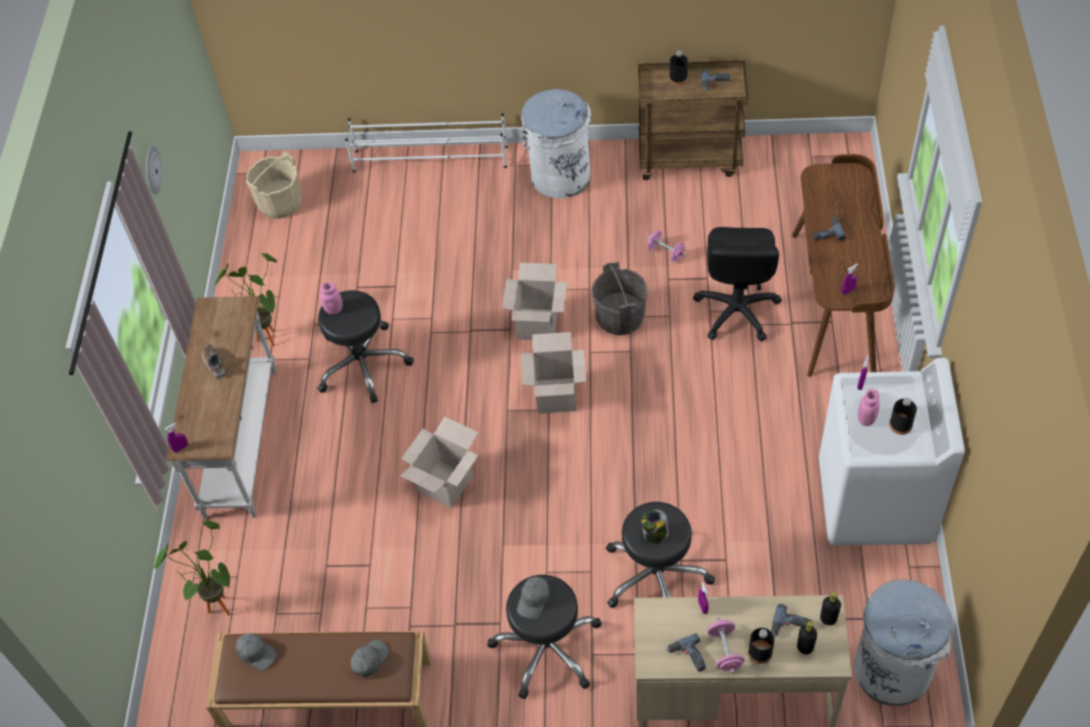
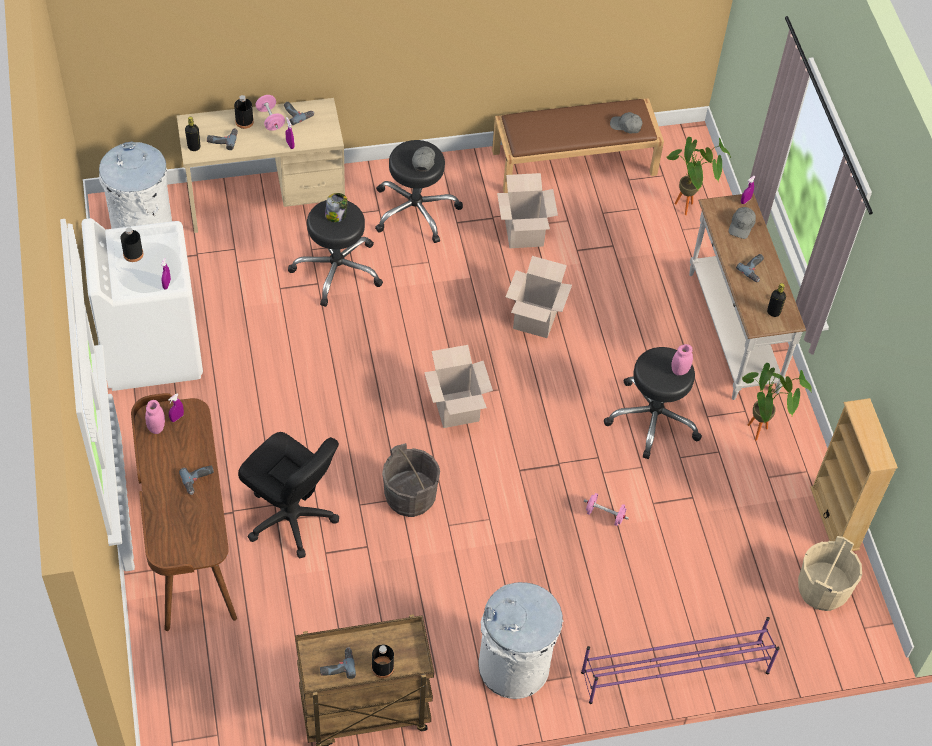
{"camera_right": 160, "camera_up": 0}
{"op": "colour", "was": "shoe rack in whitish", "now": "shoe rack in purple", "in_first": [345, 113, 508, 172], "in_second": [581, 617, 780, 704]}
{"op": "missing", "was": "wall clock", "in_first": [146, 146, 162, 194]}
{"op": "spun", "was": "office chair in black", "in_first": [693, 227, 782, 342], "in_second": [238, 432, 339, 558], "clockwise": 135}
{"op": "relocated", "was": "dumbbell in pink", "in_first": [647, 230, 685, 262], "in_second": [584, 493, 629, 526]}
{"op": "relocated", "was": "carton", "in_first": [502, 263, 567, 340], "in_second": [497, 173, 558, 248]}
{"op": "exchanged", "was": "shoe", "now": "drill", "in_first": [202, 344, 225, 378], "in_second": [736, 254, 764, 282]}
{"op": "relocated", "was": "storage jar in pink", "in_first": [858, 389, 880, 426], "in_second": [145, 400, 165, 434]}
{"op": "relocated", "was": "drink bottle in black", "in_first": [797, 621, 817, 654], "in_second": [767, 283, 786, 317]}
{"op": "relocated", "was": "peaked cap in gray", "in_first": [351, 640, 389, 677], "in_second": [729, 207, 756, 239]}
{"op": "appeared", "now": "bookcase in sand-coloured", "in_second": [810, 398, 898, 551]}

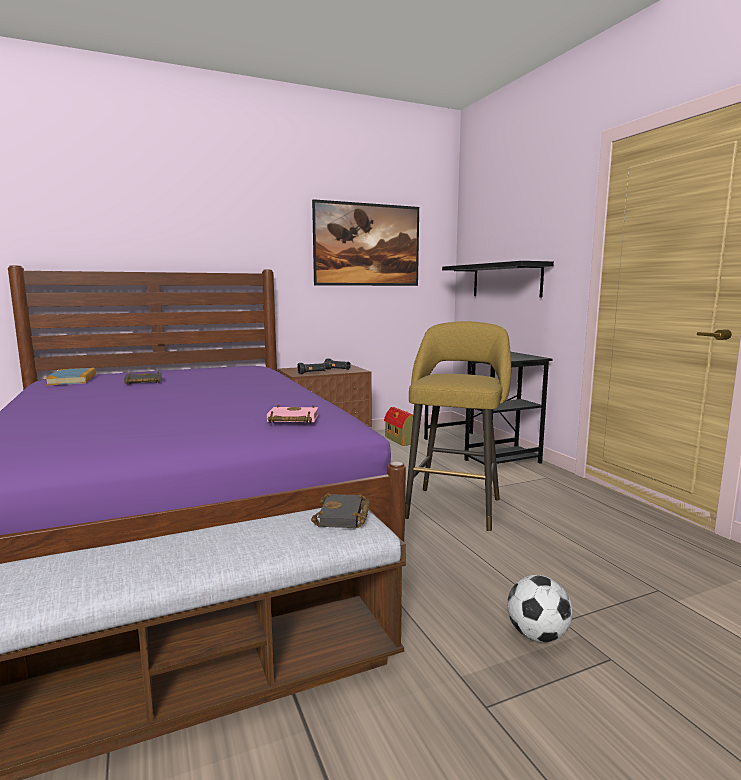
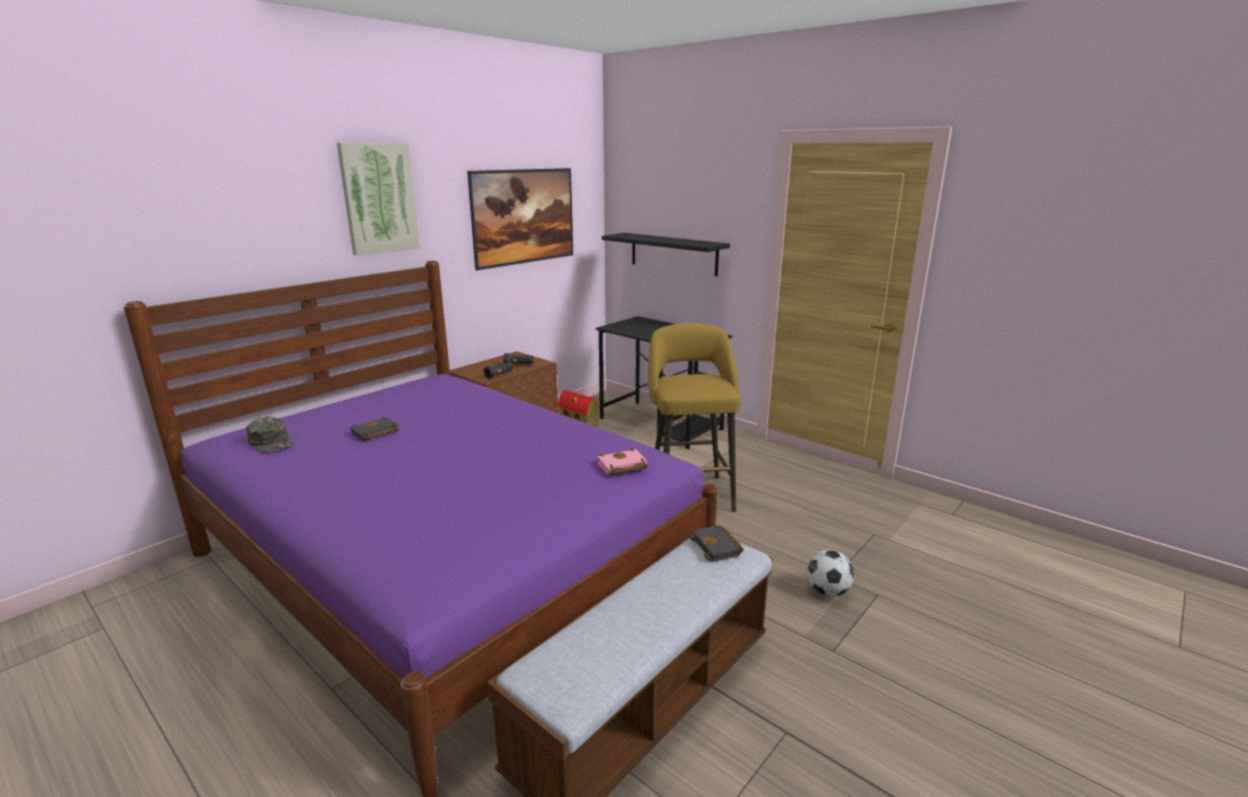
{"camera_right": -25, "camera_up": 10}
{"op": "exchanged", "was": "bound book", "now": "peaked cap in greenish", "in_first": [46, 368, 96, 385], "in_second": [246, 417, 294, 453]}
{"op": "appeared", "now": "picture", "in_second": [337, 143, 420, 256]}

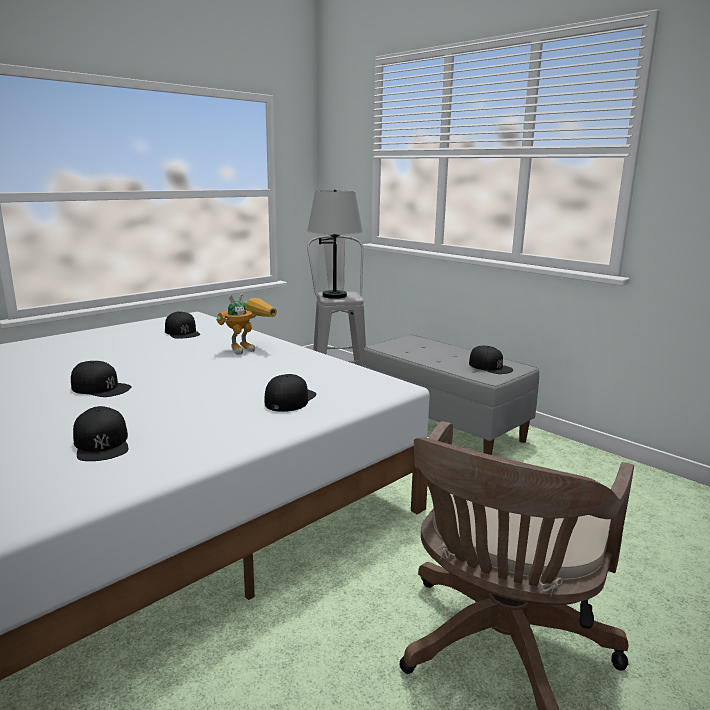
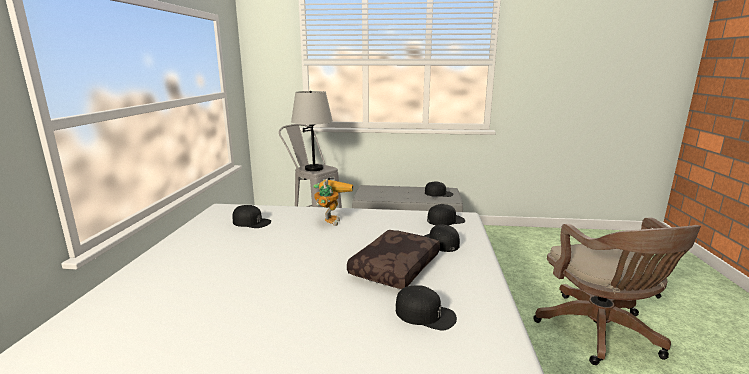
{"camera_right": -40, "camera_up": 0}
{"op": "relocated", "was": "peaked cap in black", "in_first": [71, 361, 131, 397], "in_second": [427, 204, 465, 225]}
{"op": "appeared", "now": "cushion in brown", "in_second": [347, 230, 440, 289]}

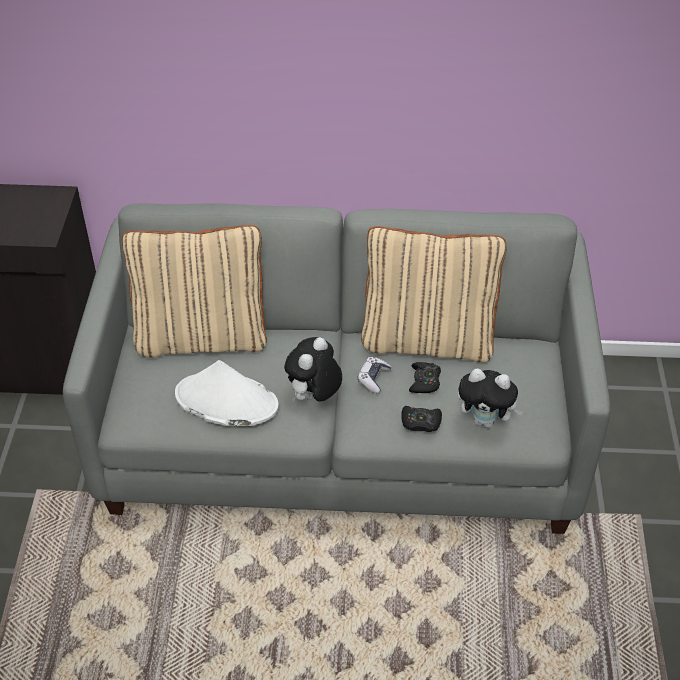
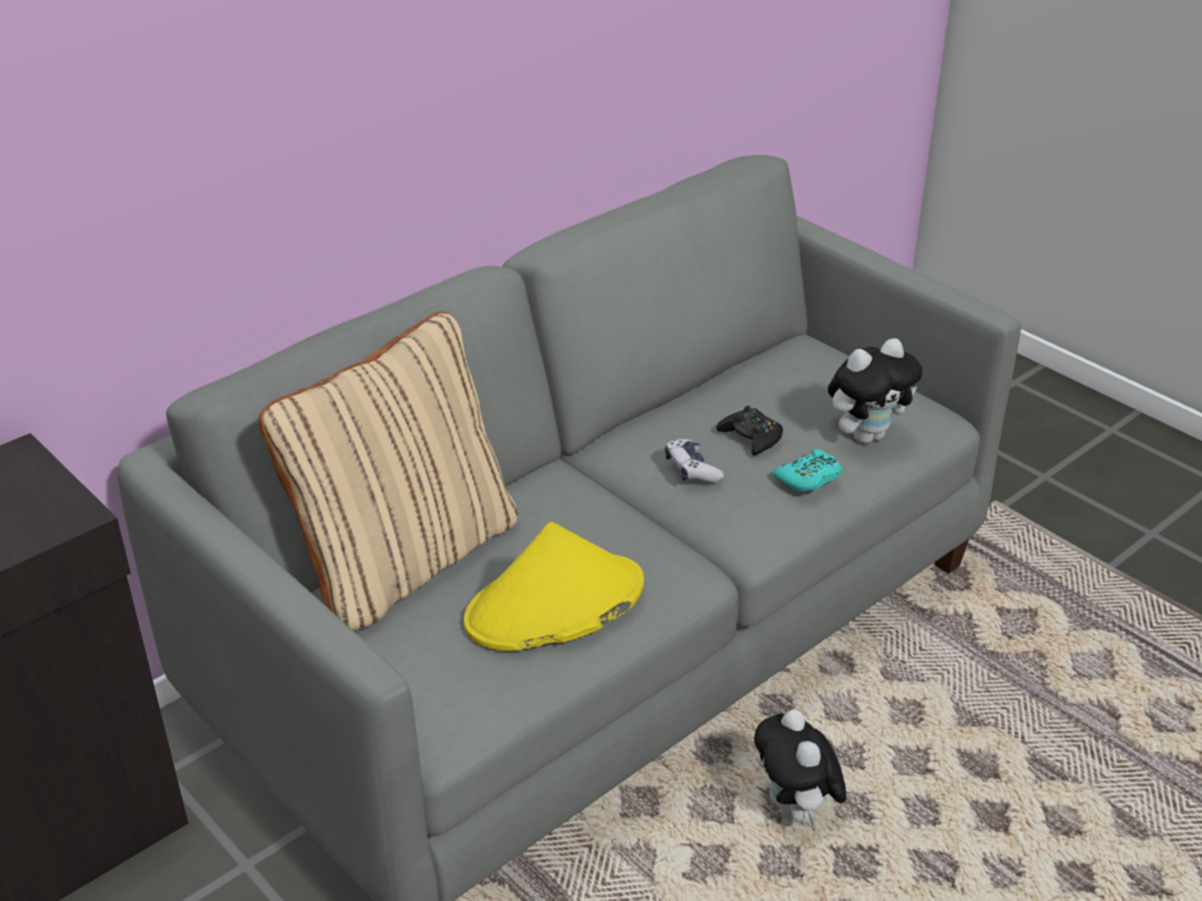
{"camera_right": -45, "camera_up": -10}
{"op": "missing", "was": "cushion in sand-coloured", "in_first": [361, 226, 507, 363]}
{"op": "relocated", "was": "soft toy", "in_first": [284, 337, 342, 402], "in_second": [754, 709, 847, 828]}
{"op": "colour", "was": "clothing hat in whitish", "now": "clothing hat in yellow", "in_first": [175, 360, 279, 426], "in_second": [464, 522, 644, 651]}
{"op": "colour", "was": "gamepad in black", "now": "gamepad in blue-green", "in_first": [401, 406, 442, 432], "in_second": [773, 449, 843, 492]}

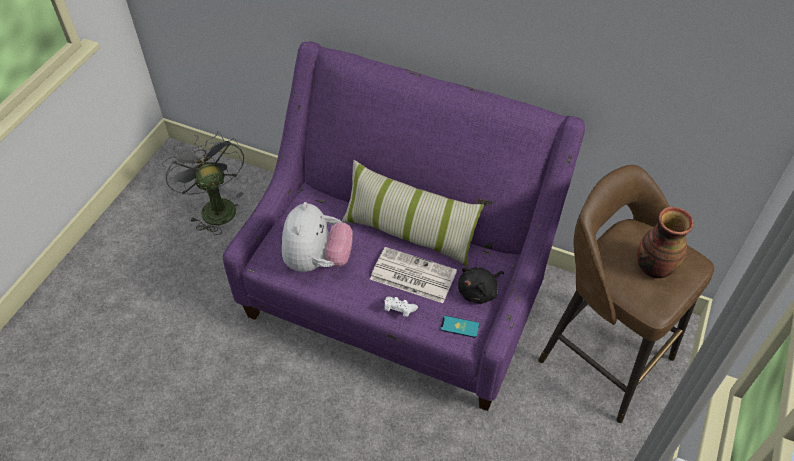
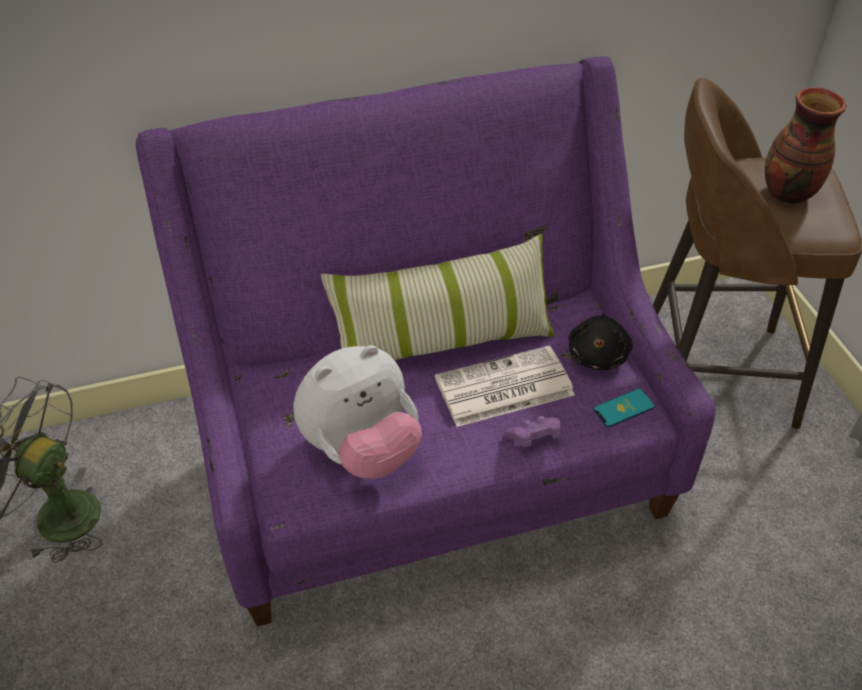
{"camera_right": -40, "camera_up": -5}
{"op": "spun", "was": "soft toy", "in_first": [282, 202, 353, 272], "in_second": [293, 345, 422, 479], "clockwise": 90}
{"op": "colour", "was": "gamepad in whitish", "now": "gamepad in purple", "in_first": [384, 297, 418, 317], "in_second": [504, 416, 561, 447]}

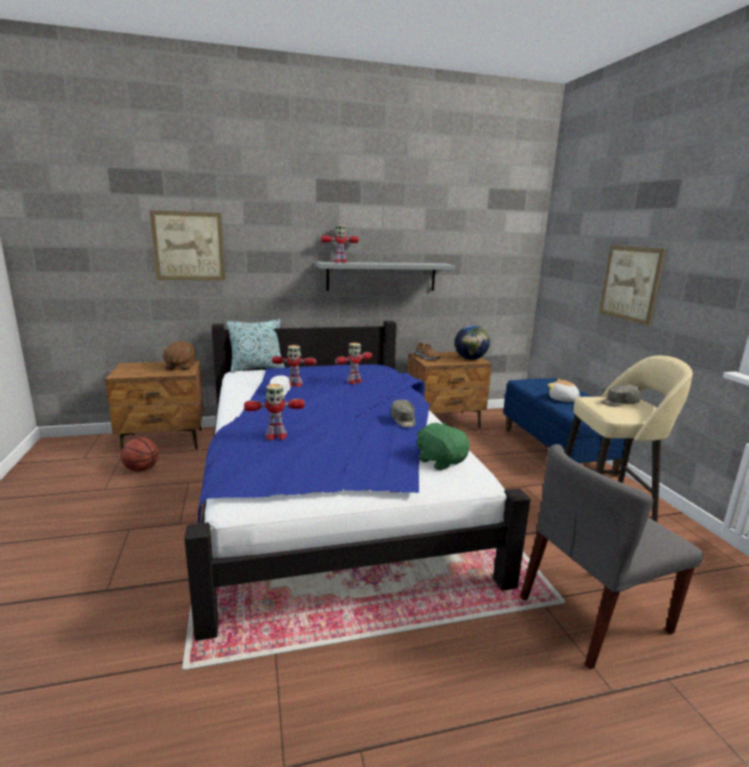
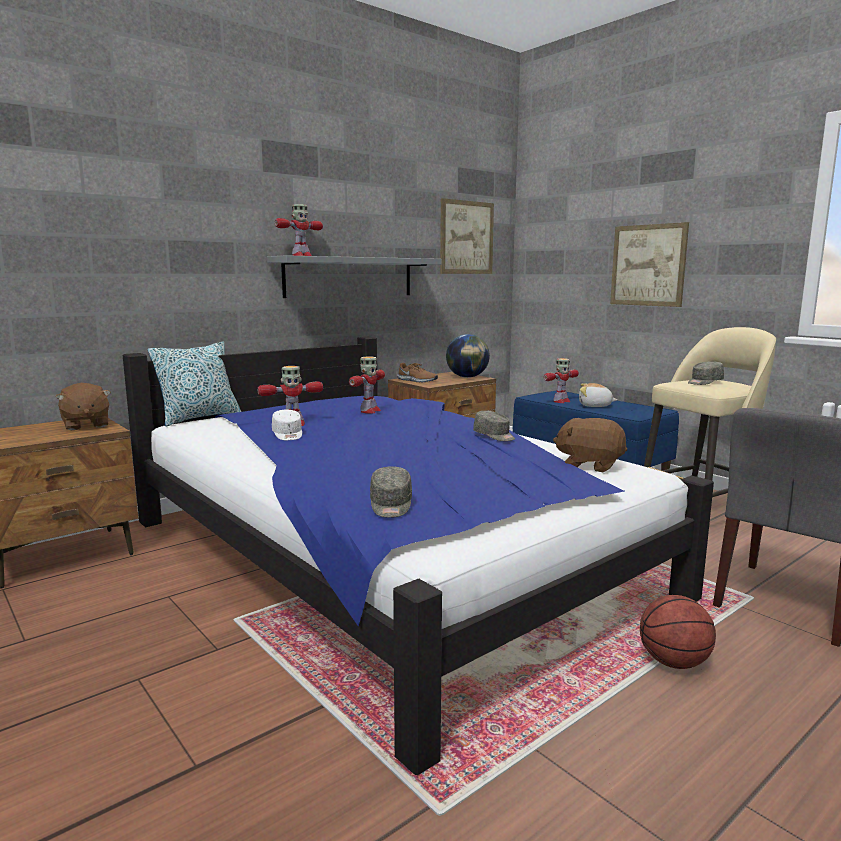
{"camera_right": -25, "camera_up": -5}
{"op": "relocated", "was": "picture", "in_first": [150, 210, 225, 280], "in_second": [440, 198, 494, 274]}
{"op": "relocated", "was": "robot figure", "in_first": [244, 384, 305, 440], "in_second": [543, 358, 579, 403]}
{"op": "colour", "was": "soft toy in greenish", "now": "soft toy in brown", "in_first": [416, 423, 470, 470], "in_second": [553, 418, 627, 472]}
{"op": "relocated", "was": "basketball", "in_first": [121, 437, 159, 472], "in_second": [640, 595, 716, 669]}
{"op": "appeared", "now": "peaked cap in gray", "in_second": [370, 466, 412, 518]}

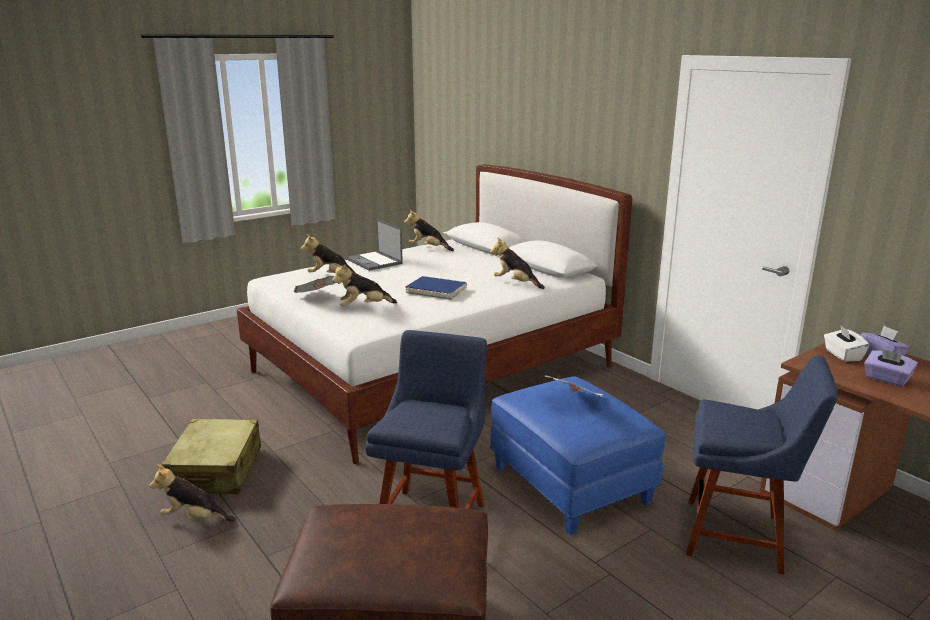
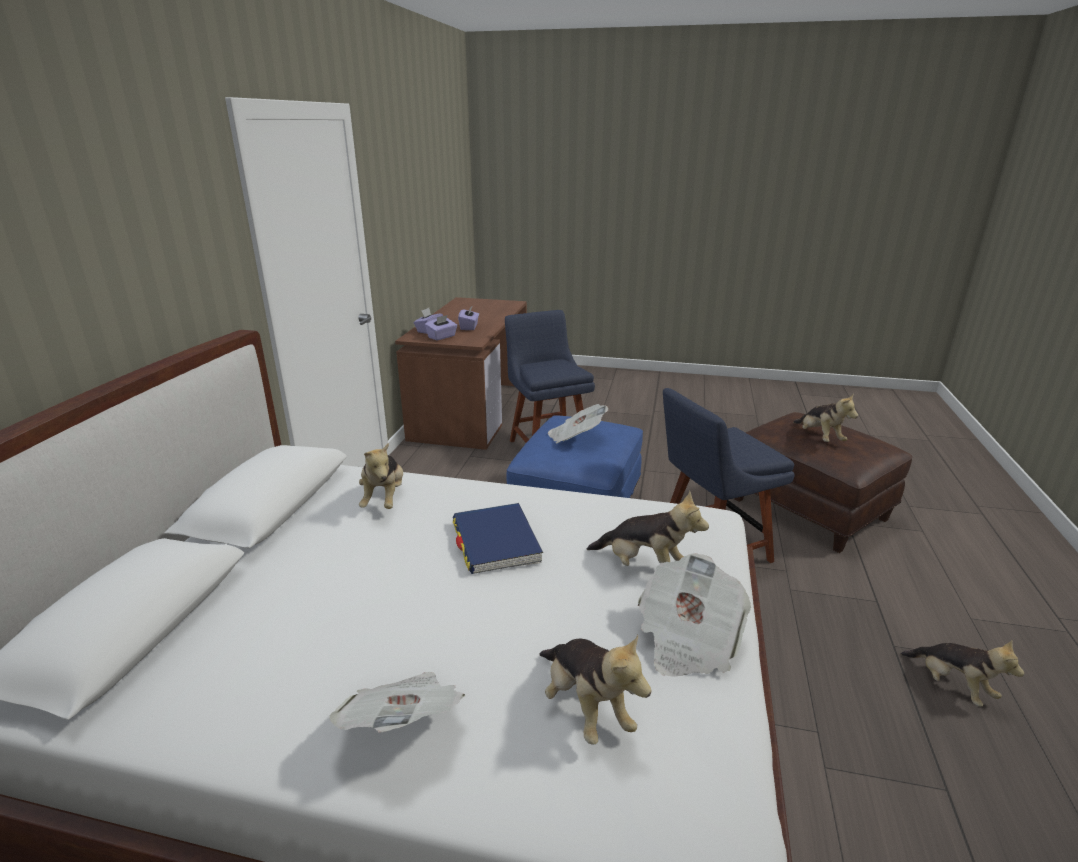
{"camera_right": -130, "camera_up": 5}
{"op": "relocated", "was": "soft toy", "in_first": [404, 210, 454, 251], "in_second": [793, 393, 858, 442]}
{"op": "exchanged", "was": "laptop", "now": "daily paper", "in_first": [346, 219, 403, 271], "in_second": [329, 672, 466, 733]}
{"op": "colour", "was": "box of tissues in whitish", "now": "box of tissues in purple", "in_first": [824, 325, 869, 362], "in_second": [425, 315, 457, 340]}
{"op": "missing", "was": "piece of luggage in sand-coloured", "in_first": [162, 419, 261, 494]}

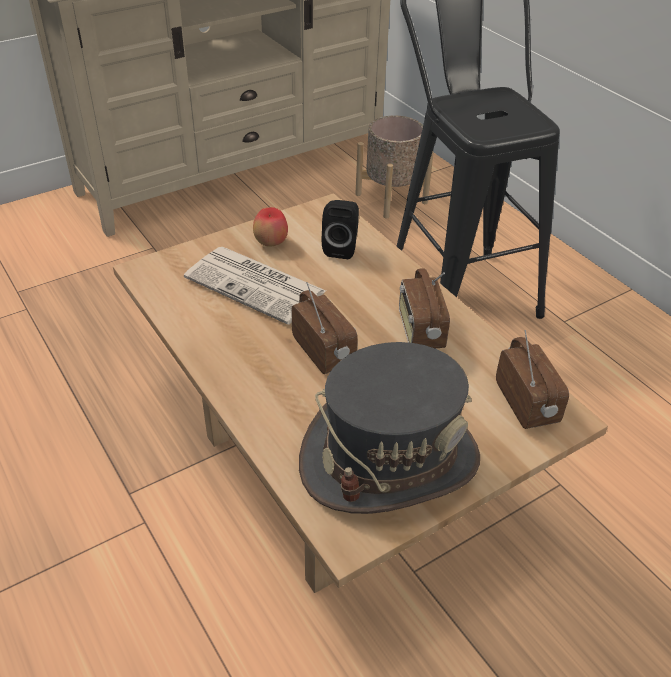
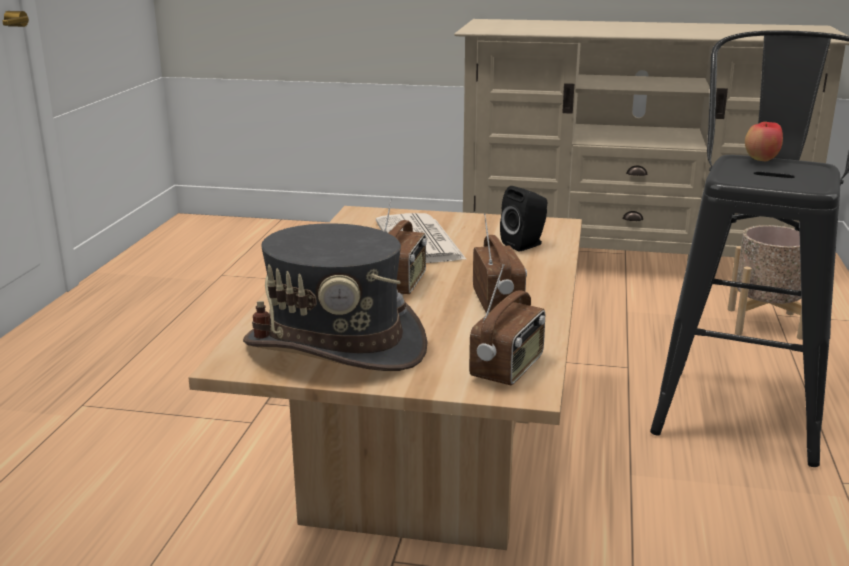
{"camera_right": 45, "camera_up": -20}
{"op": "relocated", "was": "whole apple", "in_first": [253, 207, 288, 247], "in_second": [745, 122, 783, 161]}
{"op": "spun", "was": "radio receiver", "in_first": [399, 268, 450, 348], "in_second": [473, 214, 527, 313], "clockwise": 135}

